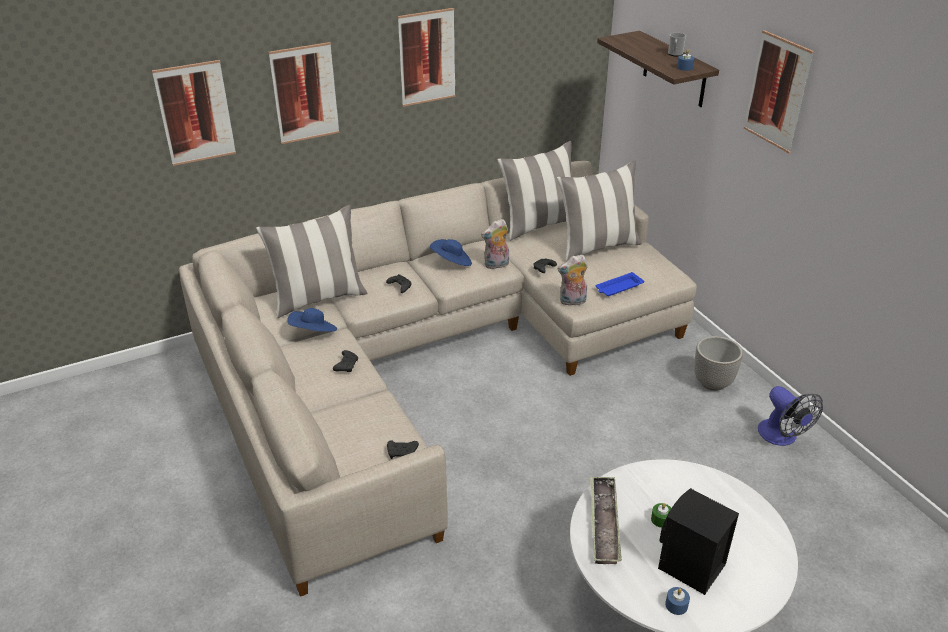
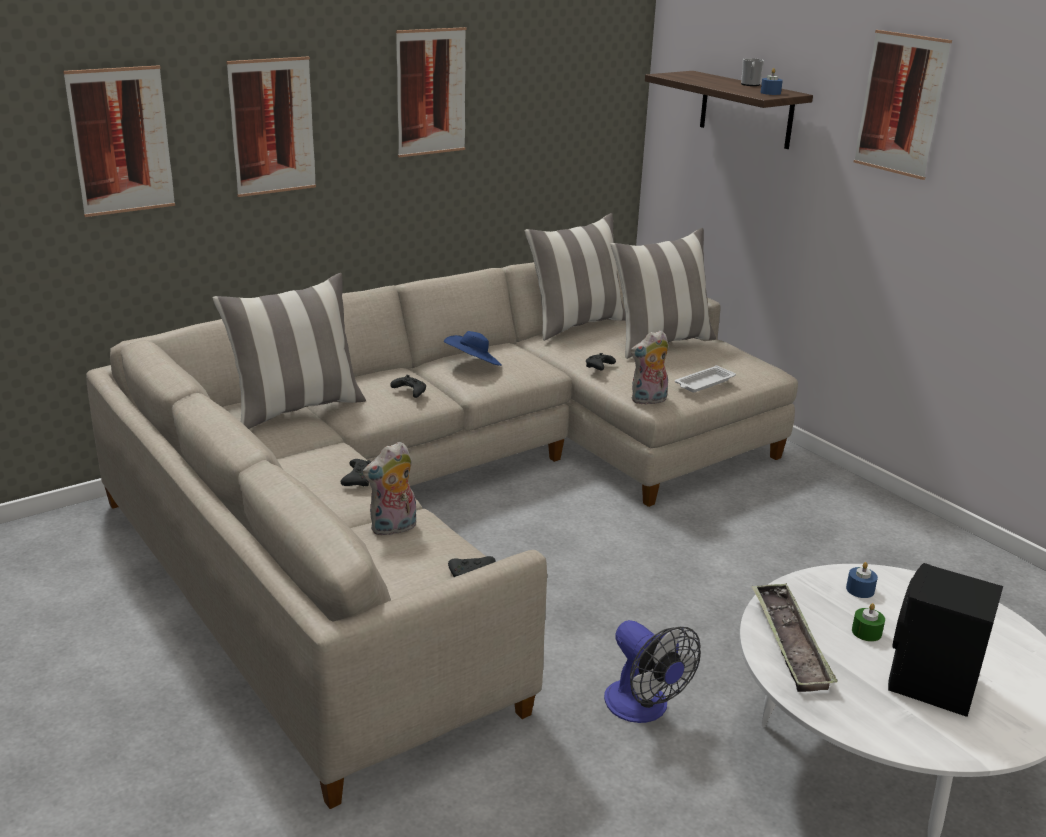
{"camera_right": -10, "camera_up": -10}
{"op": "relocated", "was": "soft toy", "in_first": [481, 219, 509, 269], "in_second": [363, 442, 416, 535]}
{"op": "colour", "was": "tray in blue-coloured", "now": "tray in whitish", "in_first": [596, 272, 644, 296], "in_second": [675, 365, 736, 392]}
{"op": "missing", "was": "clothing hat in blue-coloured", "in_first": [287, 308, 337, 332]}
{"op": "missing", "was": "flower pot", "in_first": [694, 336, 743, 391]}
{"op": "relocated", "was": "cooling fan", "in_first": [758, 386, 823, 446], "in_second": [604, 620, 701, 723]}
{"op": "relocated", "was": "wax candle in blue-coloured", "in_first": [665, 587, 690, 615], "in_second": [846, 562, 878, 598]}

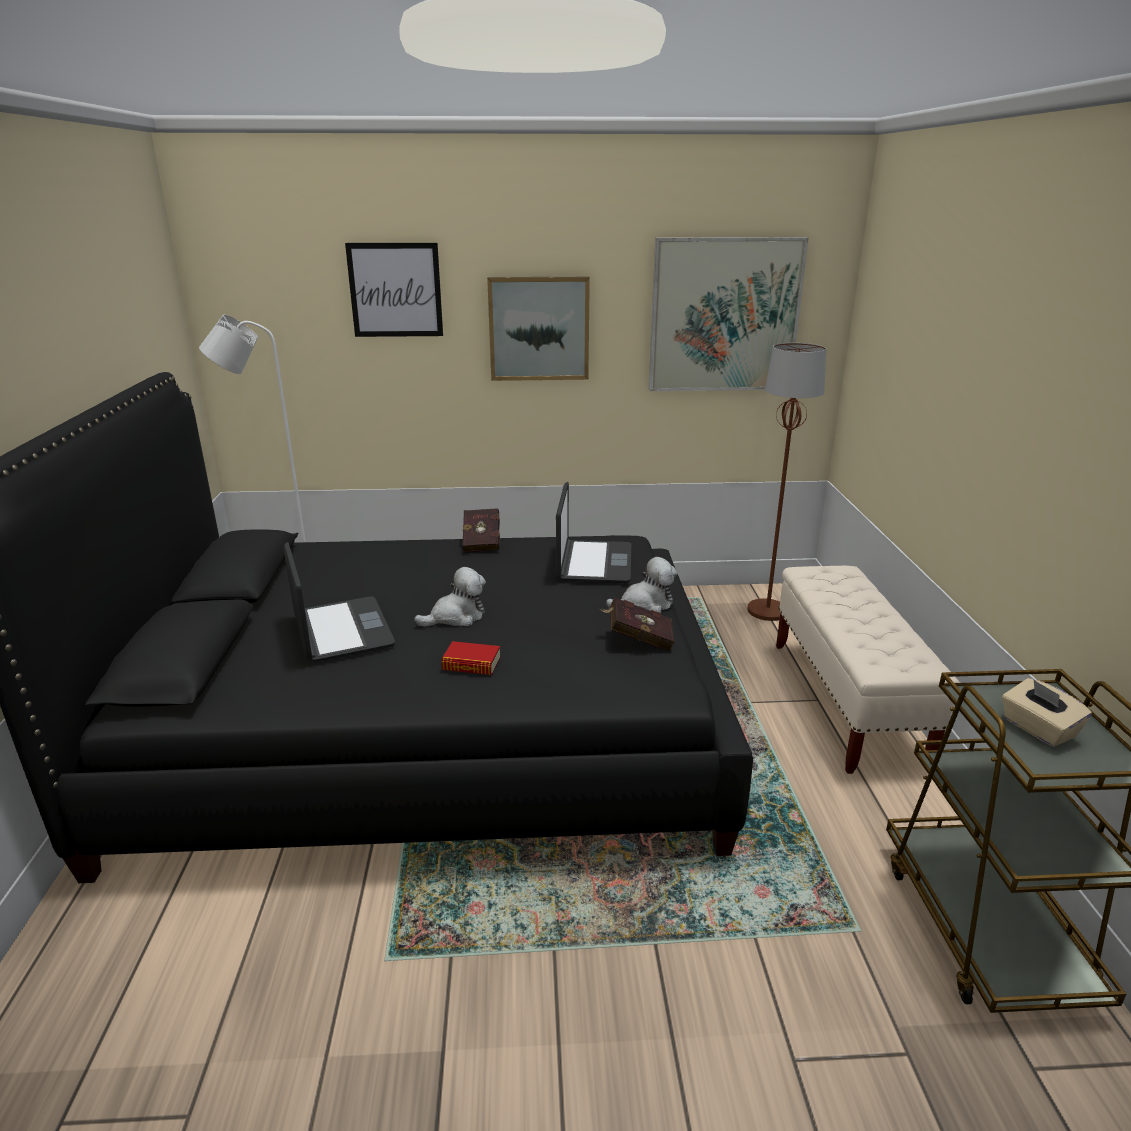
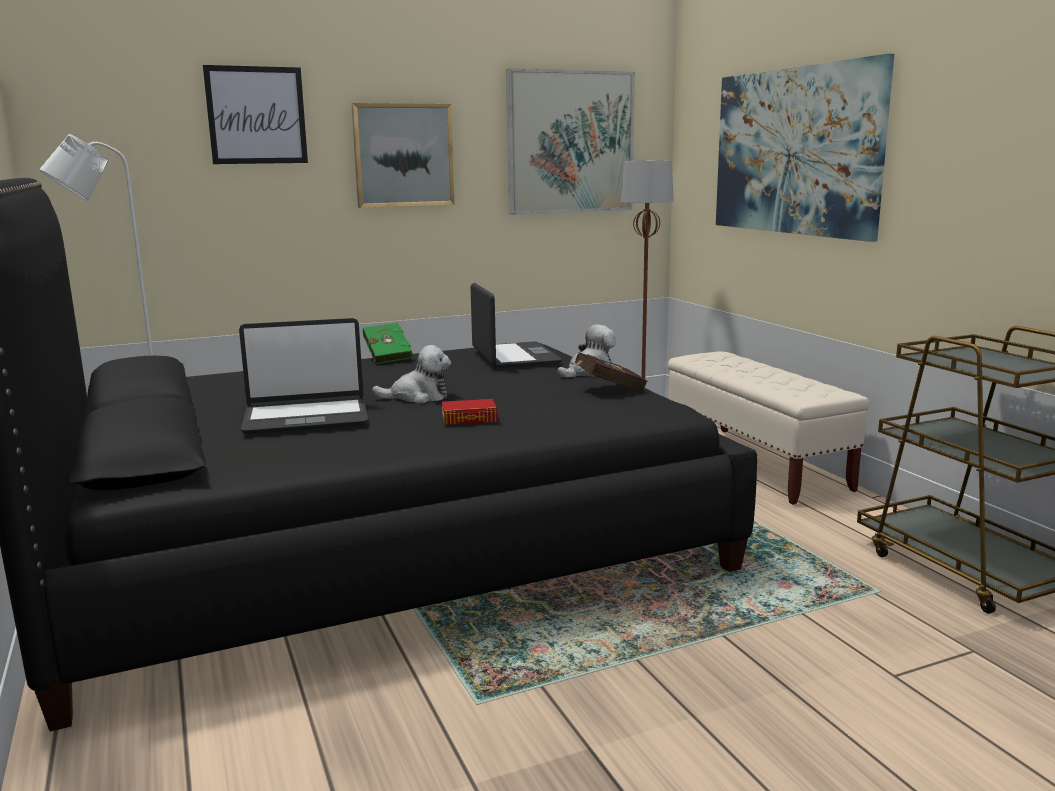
{"camera_right": -20, "camera_up": -10}
{"op": "colour", "was": "bound book in red", "now": "bound book in greenish", "in_first": [462, 508, 500, 552], "in_second": [363, 323, 413, 364]}
{"op": "spun", "was": "laptop", "in_first": [283, 542, 395, 662], "in_second": [239, 318, 368, 435], "clockwise": 120}
{"op": "spun", "was": "soft toy", "in_first": [414, 567, 486, 627], "in_second": [372, 345, 451, 404], "clockwise": 45}
{"op": "missing", "was": "box of tissues in sand-coloured", "in_first": [1002, 678, 1092, 747]}
{"op": "appeared", "now": "picture", "in_second": [716, 54, 894, 242]}

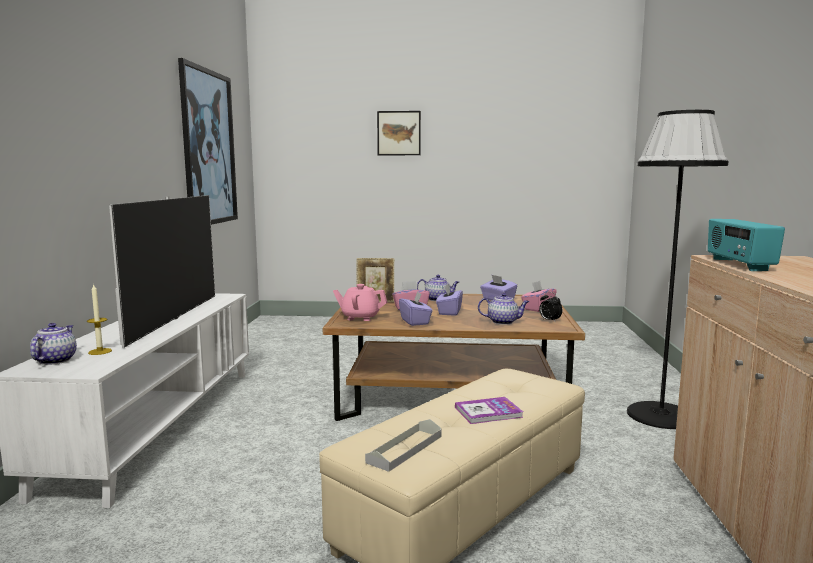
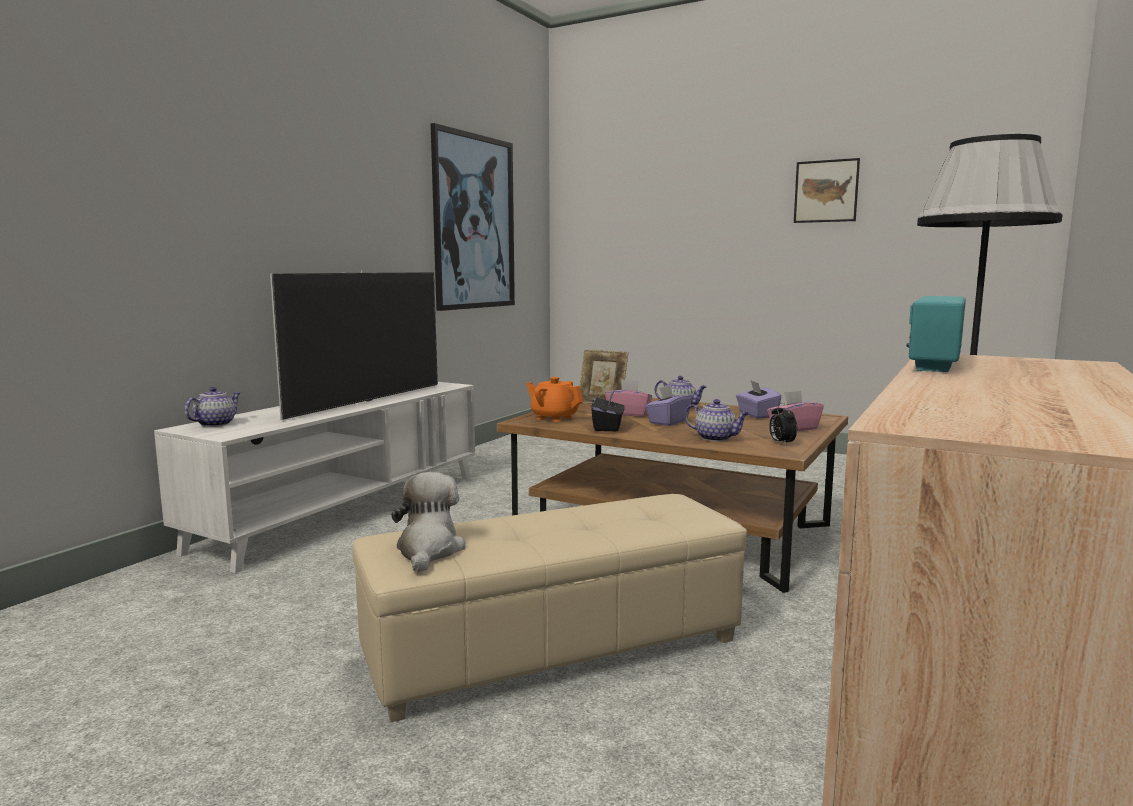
{"camera_right": 25, "camera_up": 0}
{"op": "relocated", "was": "picture", "in_first": [377, 111, 421, 155], "in_second": [794, 158, 860, 223]}
{"op": "colour", "was": "teapot in pink", "now": "teapot in orangey", "in_first": [333, 284, 387, 321], "in_second": [526, 377, 583, 422]}
{"op": "missing", "was": "wax candle", "in_first": [87, 285, 112, 355]}
{"op": "colour", "was": "box of tissues in purple", "now": "box of tissues in black", "in_first": [399, 291, 432, 326], "in_second": [591, 390, 625, 431]}
{"op": "missing", "was": "bound book", "in_first": [455, 397, 523, 424]}
{"op": "exchanged", "was": "tray in gray", "now": "soft toy", "in_first": [365, 419, 442, 472], "in_second": [391, 472, 466, 573]}

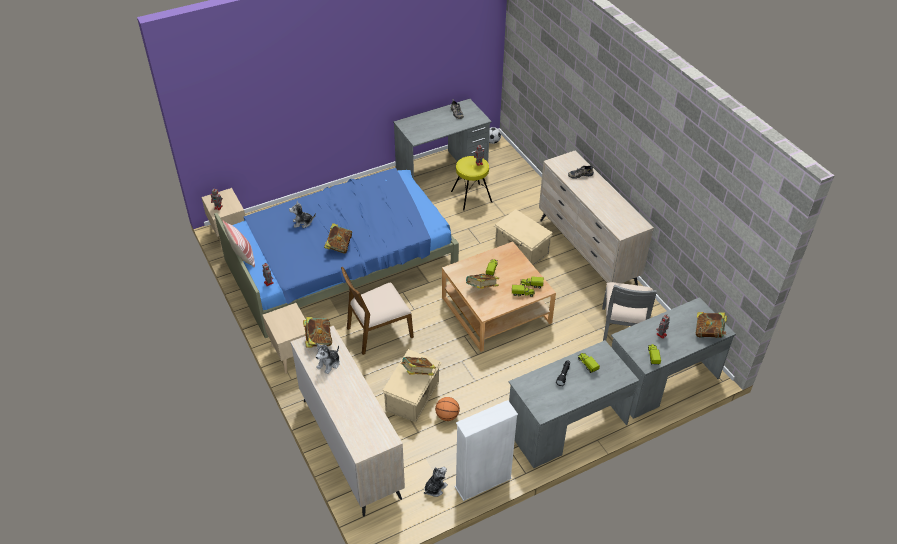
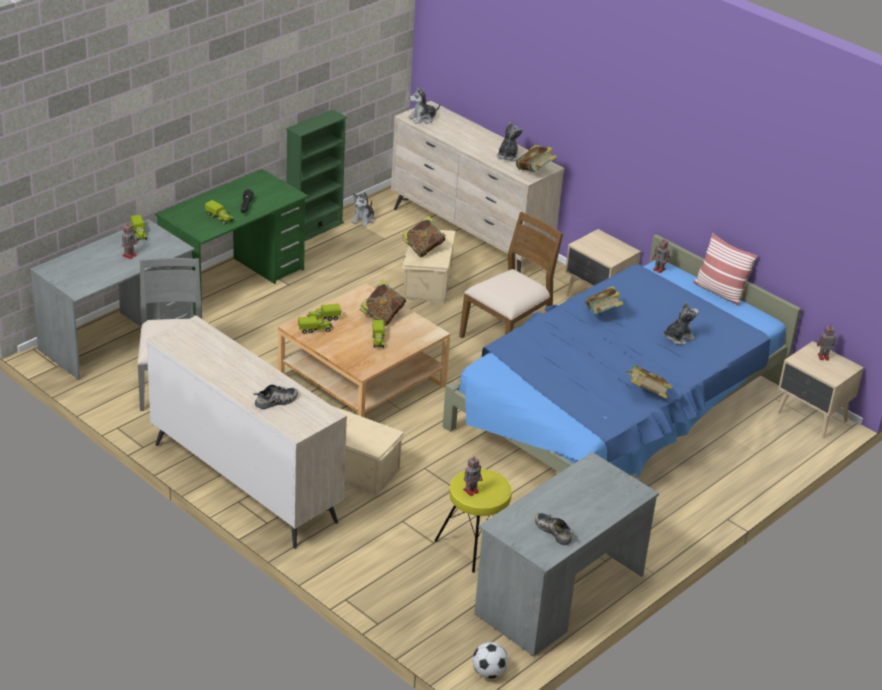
{"camera_right": 160, "camera_up": -10}
{"op": "relocated", "was": "bound book", "in_first": [696, 312, 727, 338], "in_second": [626, 365, 673, 399]}
{"op": "colour", "was": "desk table in gray", "now": "desk table in greenish", "in_first": [509, 340, 639, 468], "in_second": [156, 169, 308, 319]}
{"op": "missing", "was": "basketball", "in_first": [435, 397, 460, 421]}
{"op": "colour", "was": "bookcase in whitish", "now": "bookcase in greenish", "in_first": [455, 400, 518, 501], "in_second": [286, 110, 347, 241]}
{"op": "appeared", "now": "soft toy", "in_second": [409, 87, 440, 124]}

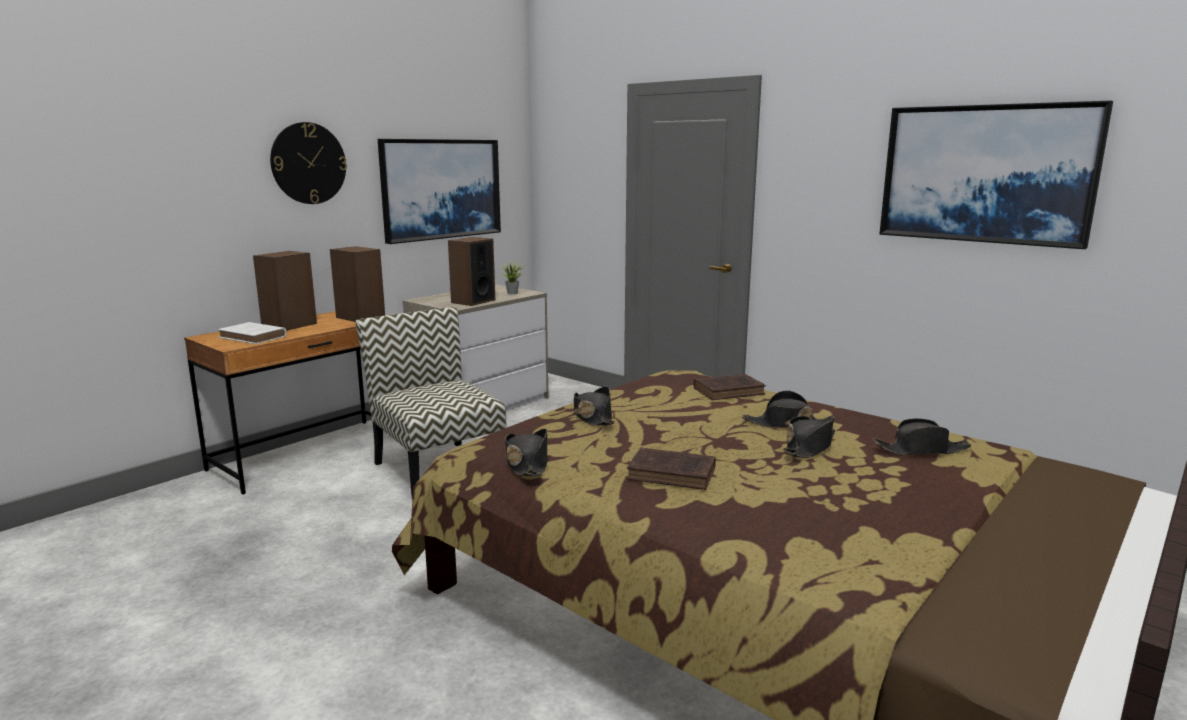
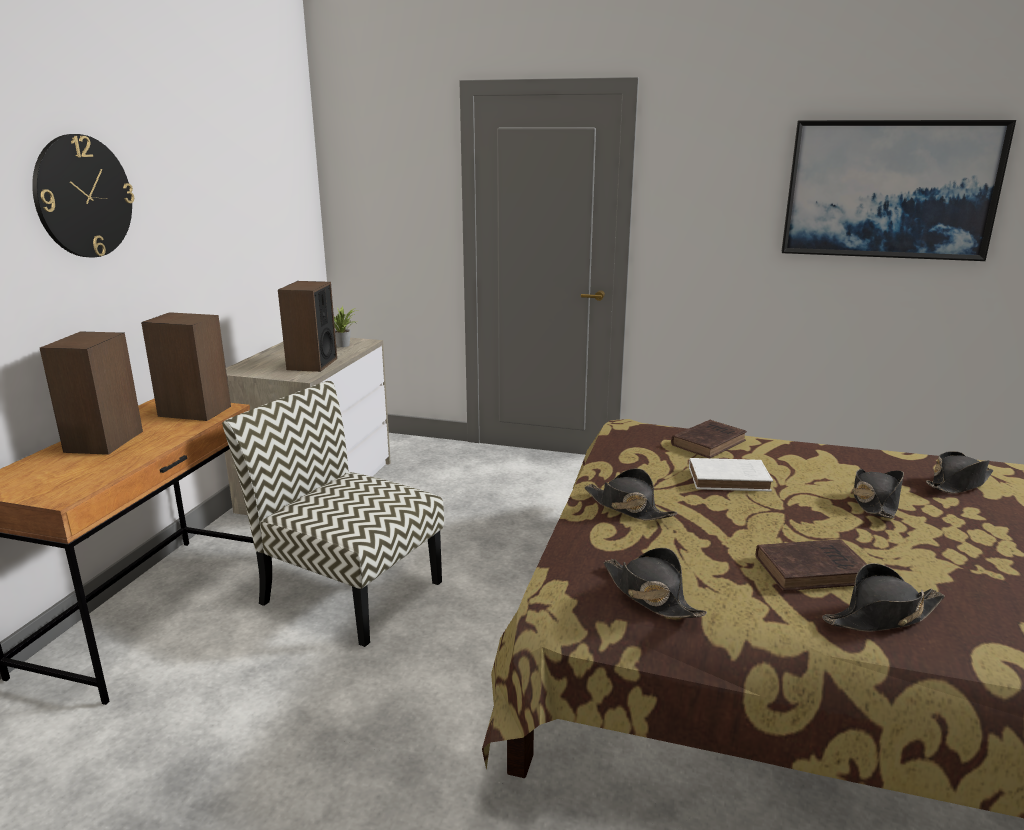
{"camera_right": -25, "camera_up": 5}
{"op": "missing", "was": "picture", "in_first": [378, 139, 501, 244]}
{"op": "relocated", "was": "bound book in whitish", "in_first": [218, 322, 287, 344], "in_second": [689, 458, 773, 492]}
{"op": "relocated", "was": "clothing hat in black", "in_first": [742, 390, 835, 427], "in_second": [823, 563, 945, 632]}

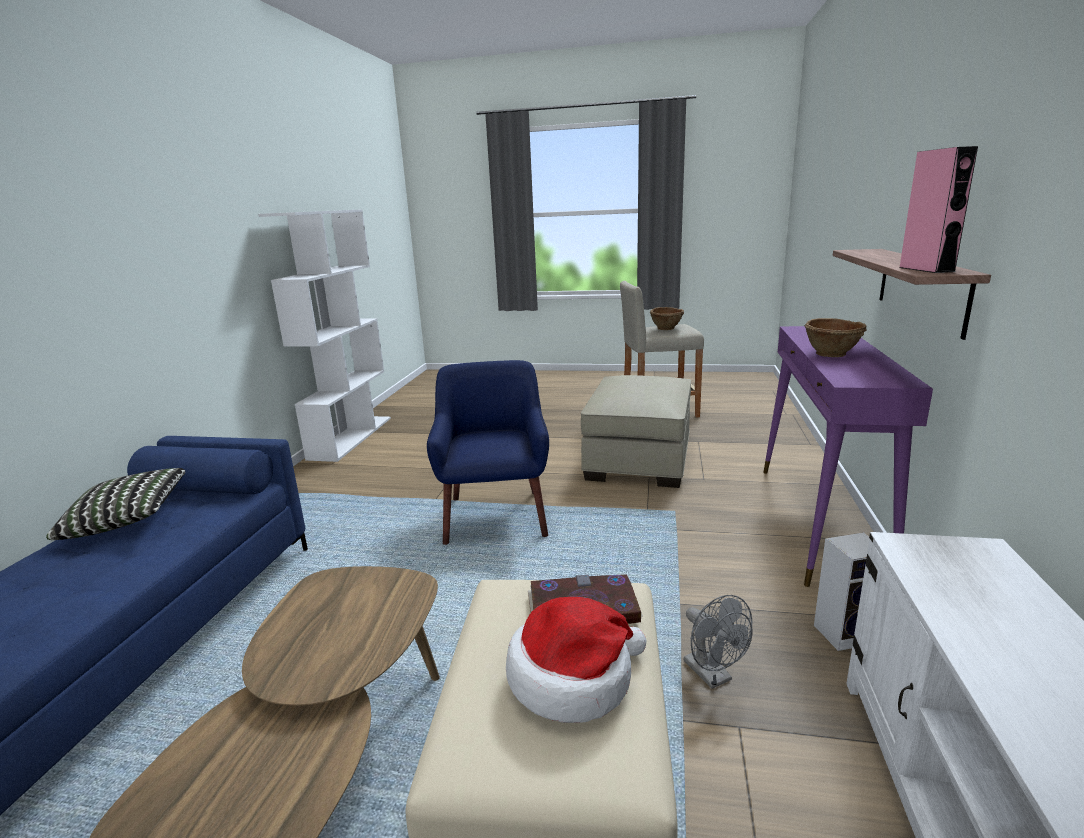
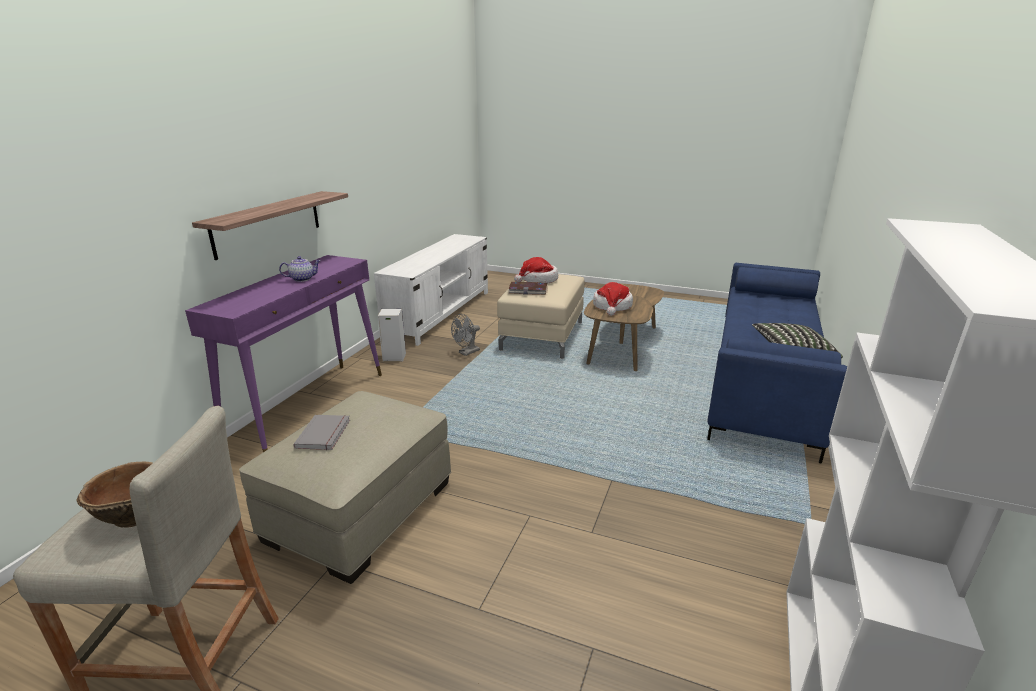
{"camera_right": -170, "camera_up": 5}
{"op": "missing", "was": "audio speaker in pink", "in_first": [899, 146, 978, 273]}
{"op": "exchanged", "was": "serving bowl in brown", "now": "teapot", "in_first": [804, 318, 867, 357], "in_second": [279, 256, 321, 282]}
{"op": "missing", "was": "lounge chair in blue-coloured", "in_first": [427, 360, 549, 545]}
{"op": "spun", "was": "cooling fan in gray", "in_first": [684, 595, 753, 689], "in_second": [451, 314, 480, 356], "clockwise": -120}
{"op": "appeared", "now": "clothing hat", "in_second": [593, 282, 633, 316]}
{"op": "appeared", "now": "bound book in gray", "in_second": [293, 415, 350, 450]}

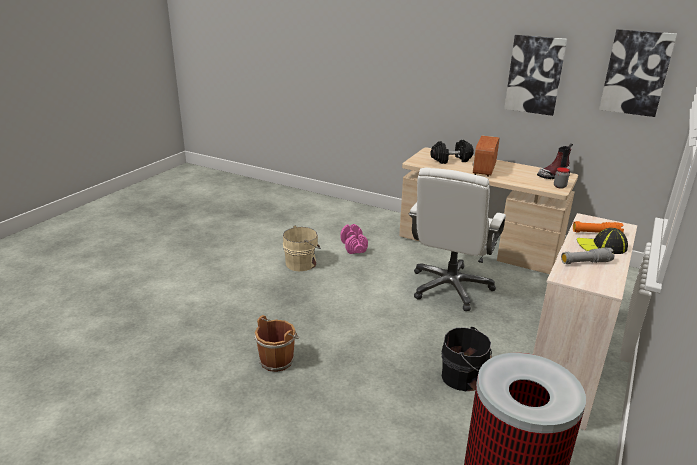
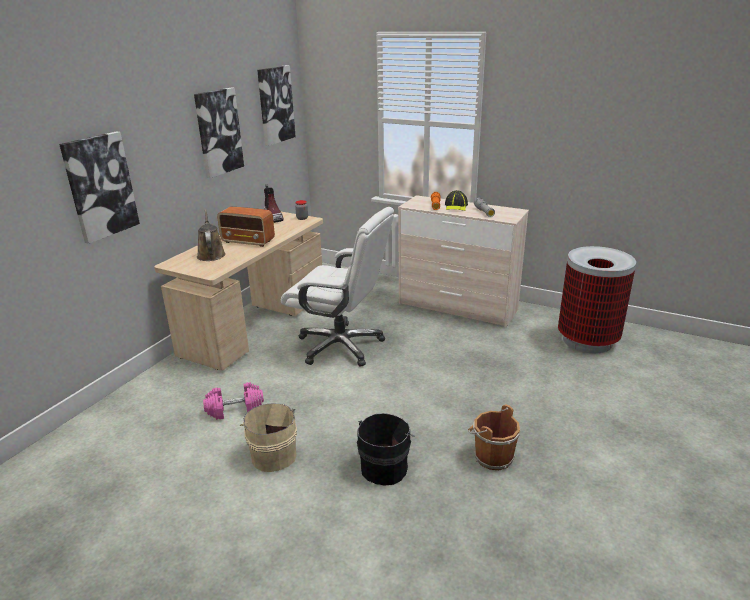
{"camera_right": -90, "camera_up": 0}
{"op": "exchanged", "was": "dumbbell in black", "now": "sprinkling can in brown", "in_first": [430, 140, 474, 164], "in_second": [197, 209, 226, 261]}
{"op": "relocated", "was": "water bucket in black", "in_first": [442, 327, 492, 391], "in_second": [357, 413, 415, 486]}
{"op": "appeared", "now": "picture", "in_second": [59, 132, 140, 244]}

